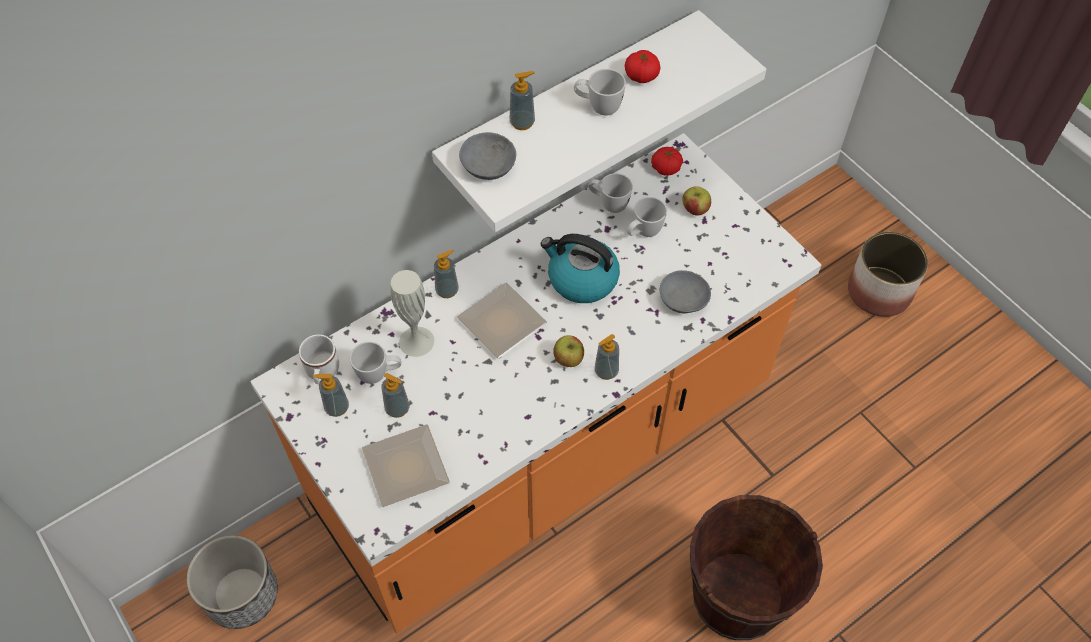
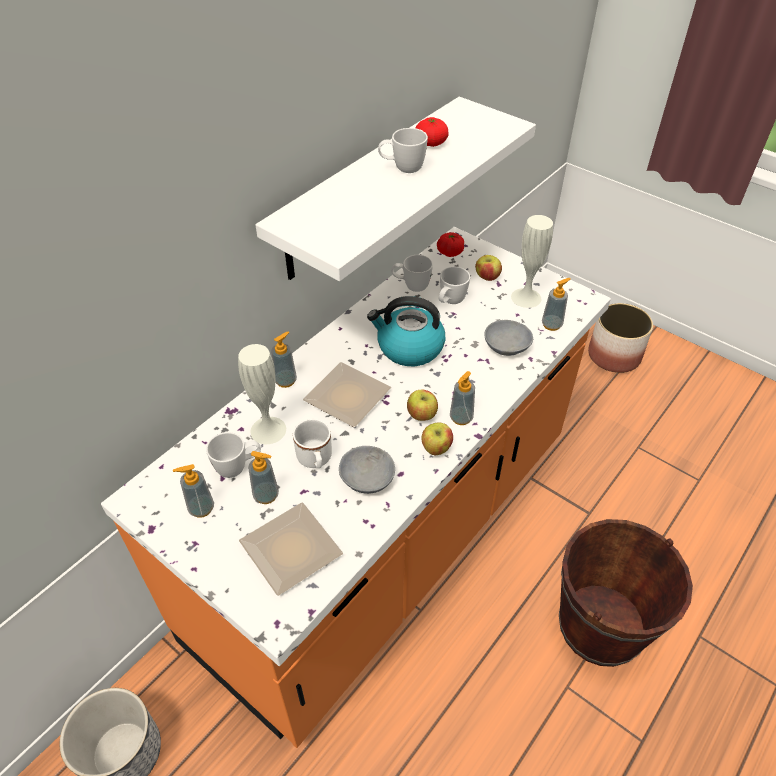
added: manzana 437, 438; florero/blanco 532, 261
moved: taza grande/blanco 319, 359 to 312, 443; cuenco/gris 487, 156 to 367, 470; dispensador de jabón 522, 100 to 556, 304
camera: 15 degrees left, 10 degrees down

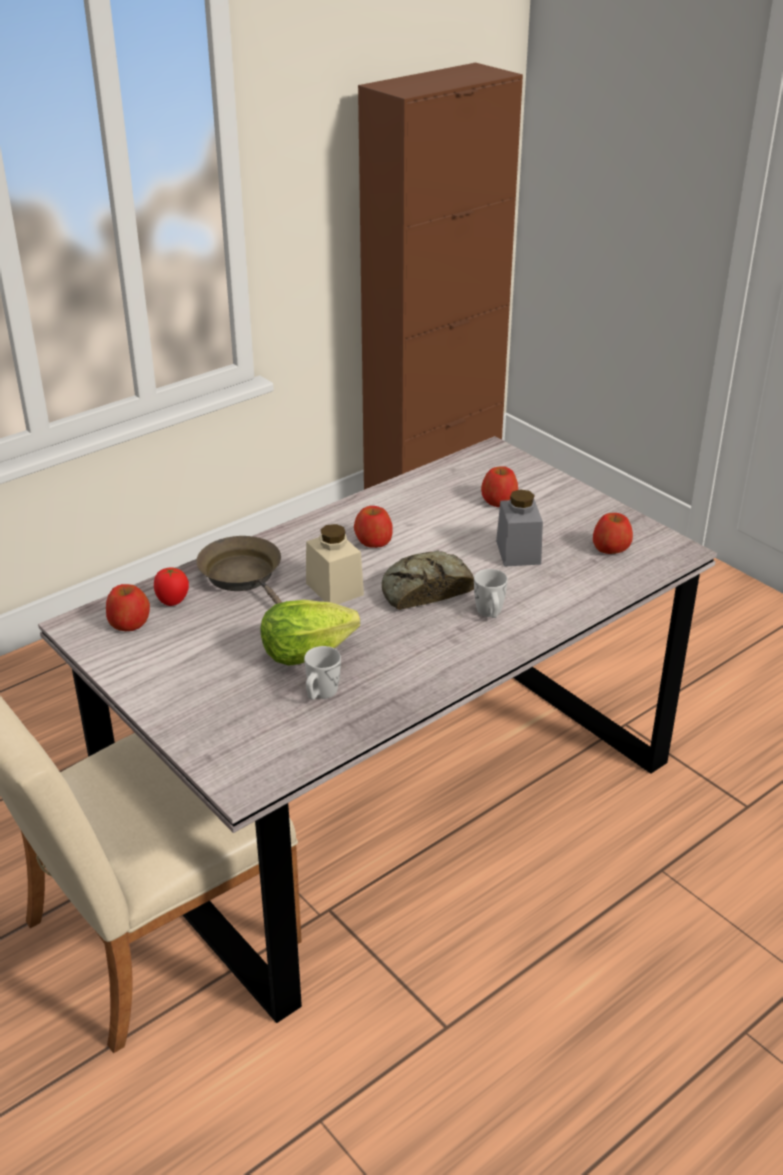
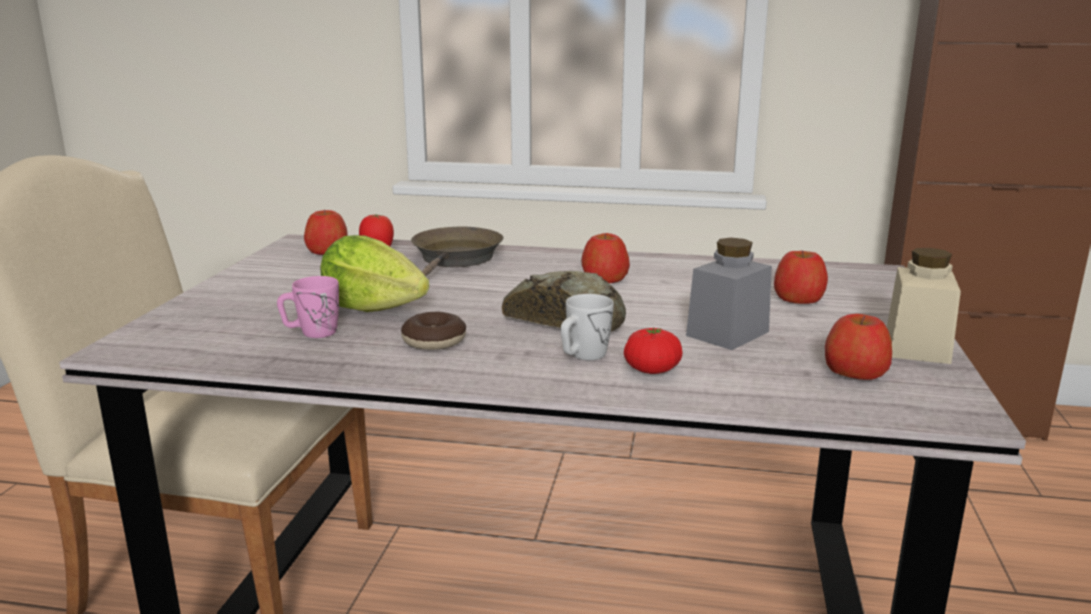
added: rosquilla 433, 331; tomate 653, 350
moved: tarro/beis 335, 564 to 924, 306
recoloured: taza grande/blanco 322, 673 to taza grande/rosa 308, 307
camera: 50 degrees right, 15 degrees down

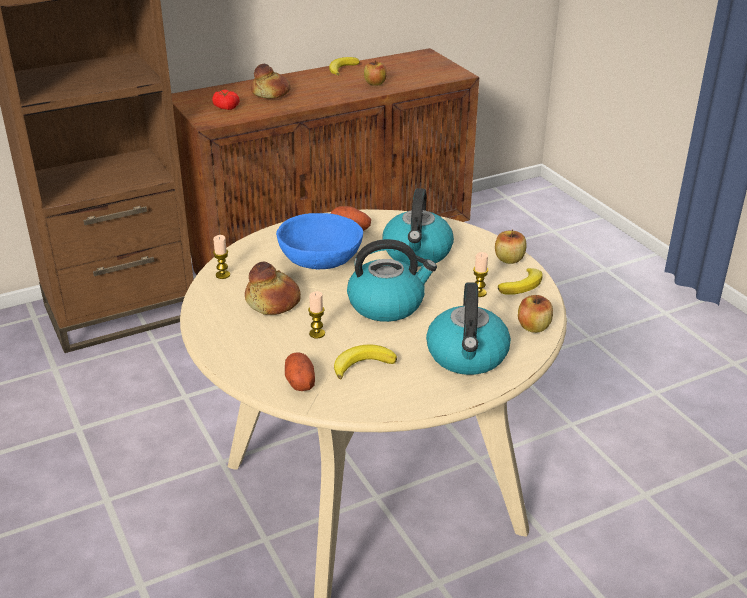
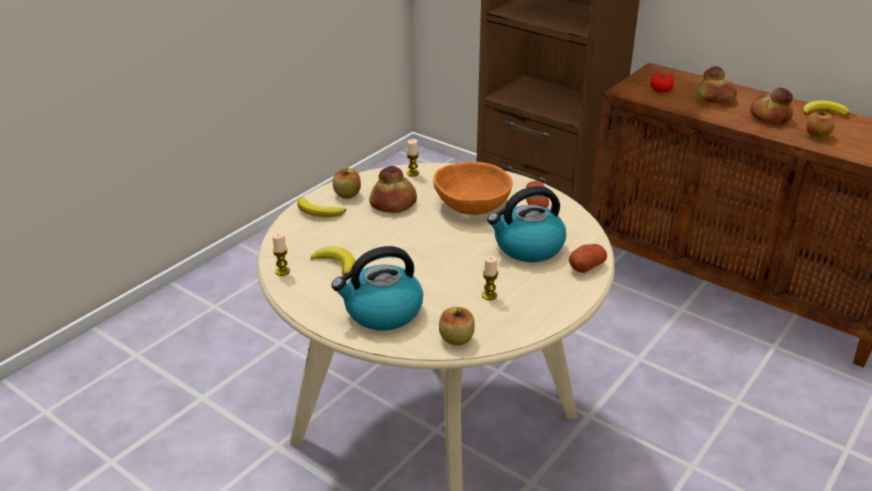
removed: hervidor 392, 280
added: pan 771, 106
moved: patata 300, 371 to 588, 258; vela 316, 314 to 281, 254; manzana 511, 246 to 347, 183; plátano 520, 281 to 322, 207
recoloured: cuenco/azul 319, 241 to cuenco/naranja 473, 188
camera: 65 degrees right, 0 degrees up

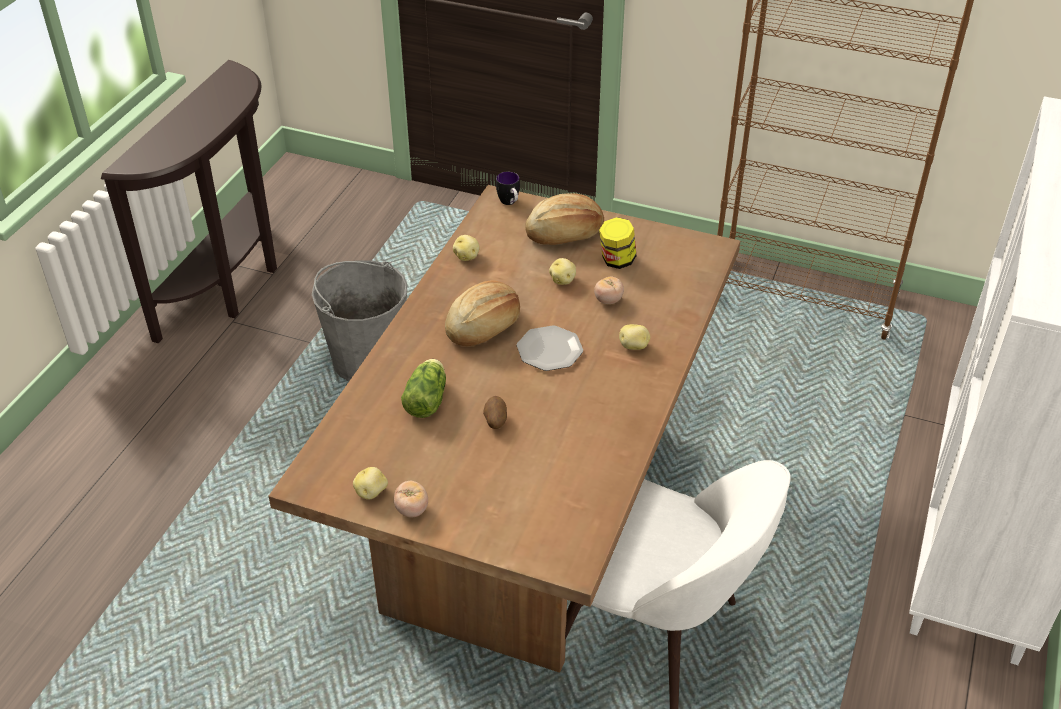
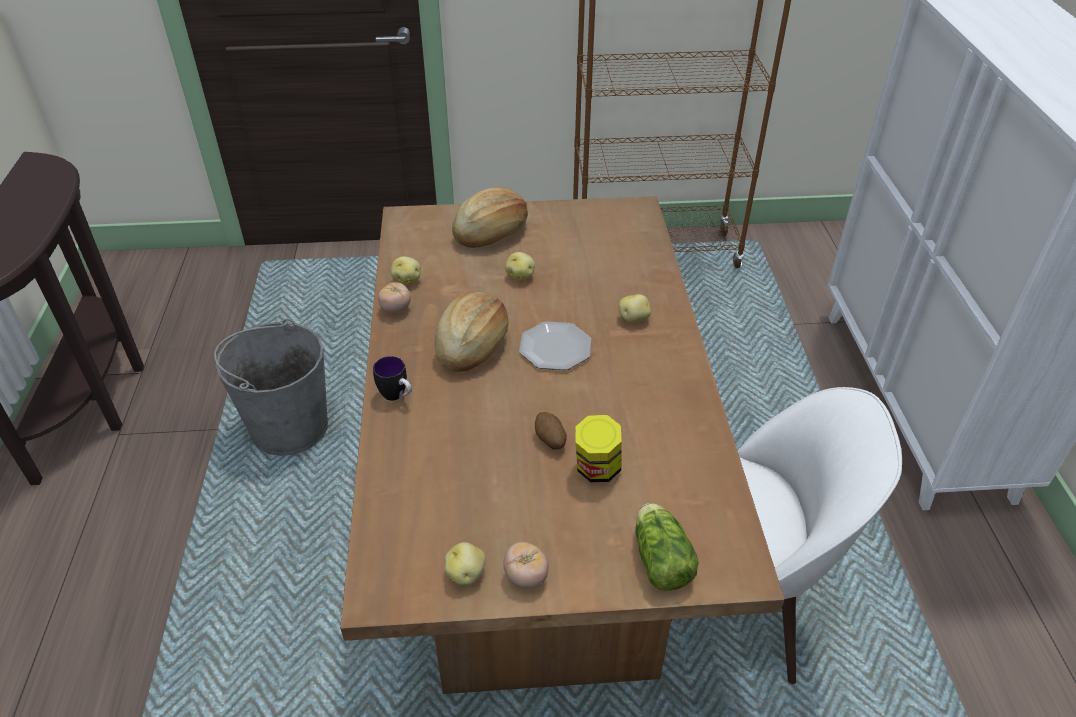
moved: lechuga 423, 388 to 667, 547; taza grande 508, 188 to 392, 378; tomate 609, 290 to 394, 297; tarro 617, 243 to 598, 448
camera: 25 degrees left, 0 degrees up

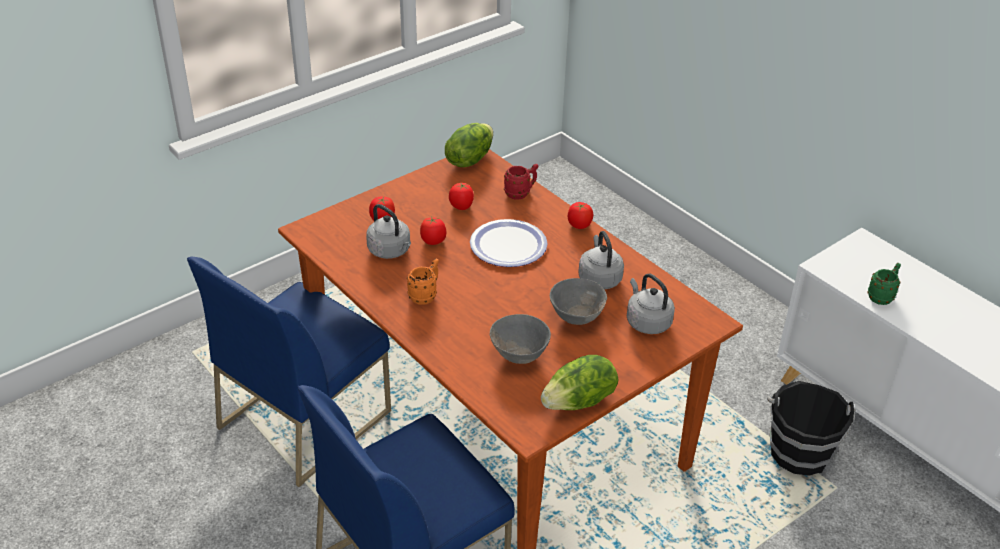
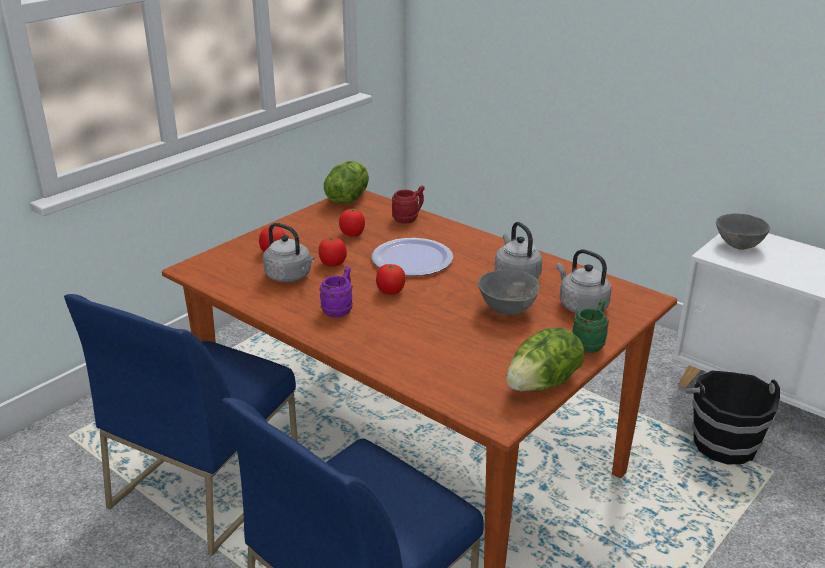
moved: cuenco/gris 520, 339 to 743, 231; tomate 580, 215 to 391, 279; taza grande/verde 884, 284 to 591, 326
recoloured: taza grande/naranja 423, 282 to taza grande/morado 336, 292
camera: 10 degrees left, 10 degrees down

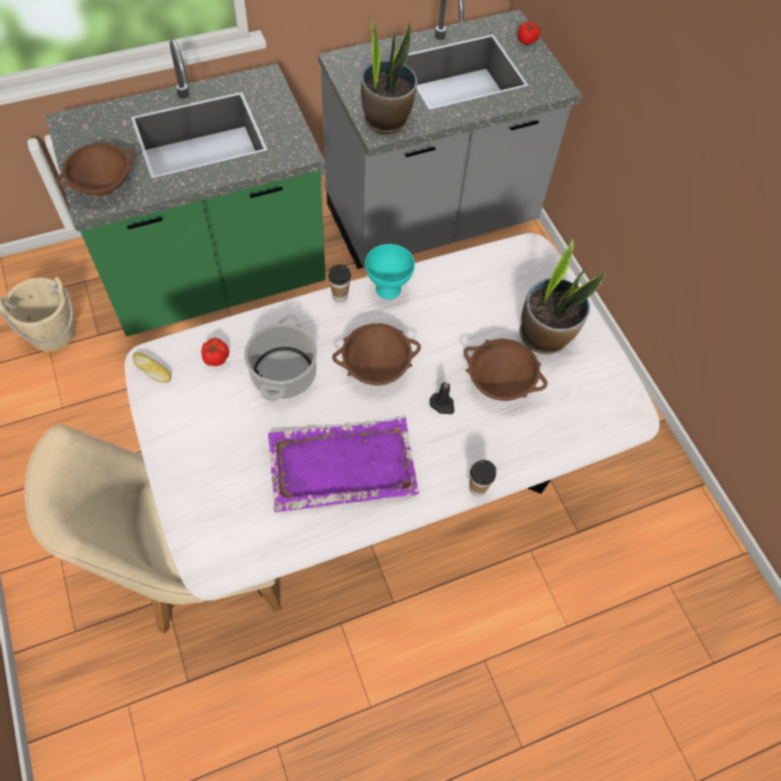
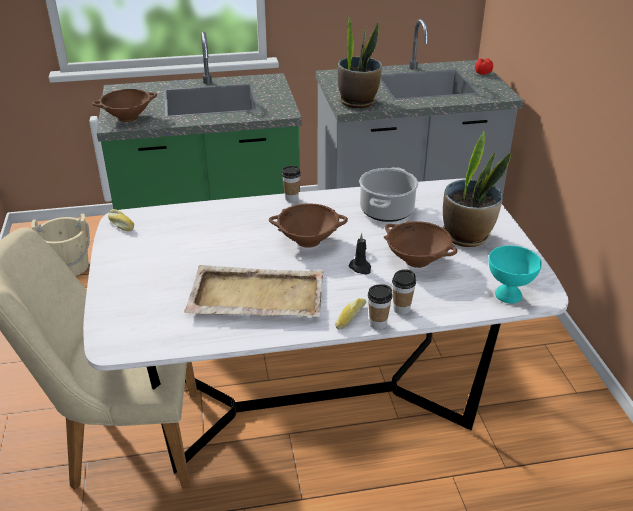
removed: tomate 215, 352
added: pan 350, 314; taza 404, 292
moved: olla 280, 358 to 388, 194; cuenco/turquesa 390, 271 to 515, 274
recoloured: bandeja/morado 343, 464 to bandeja/beis 254, 291
camera: 15 degrees right, 25 degrees down

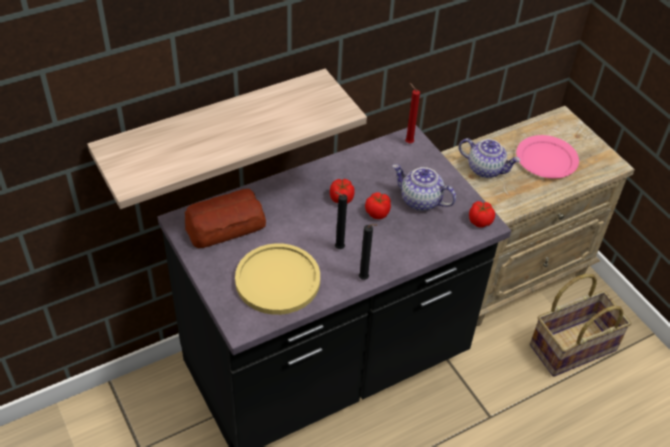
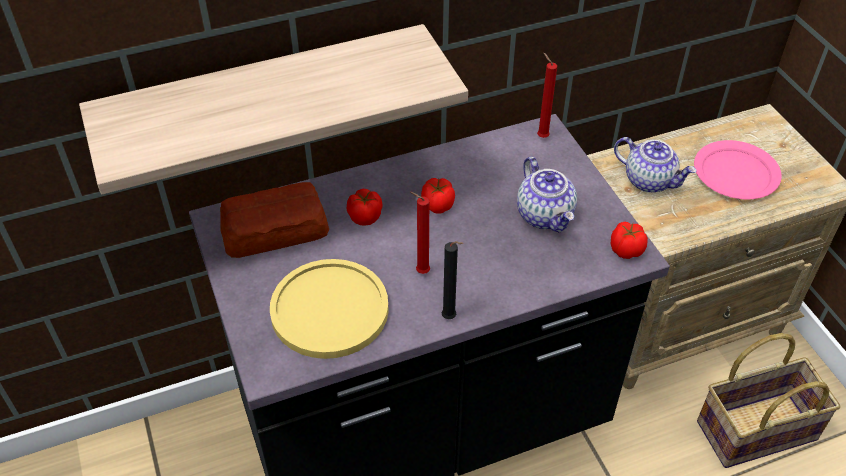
moved: tomate 378, 205 to 364, 207
recoloured: vela/negro 340, 220 to vela/rojo 420, 233
turned: tetera 424, 187 = 547, 195 150 degrees counterclockwise
camera: 10 degrees right, 0 degrees up

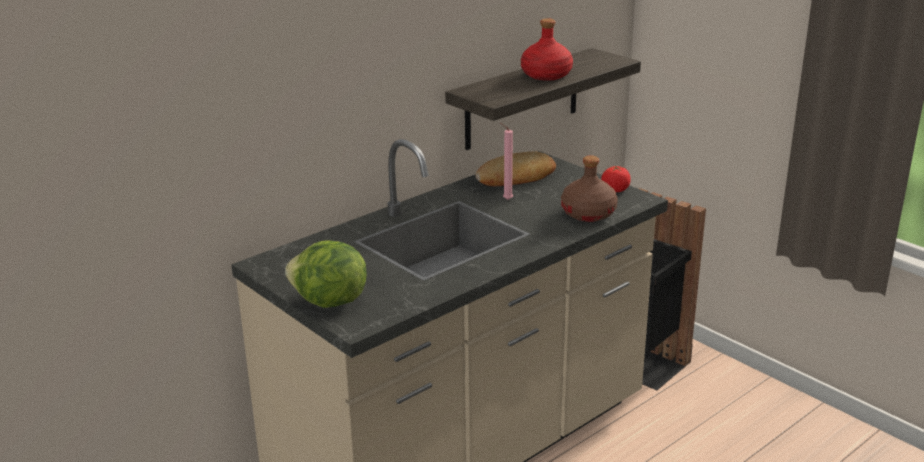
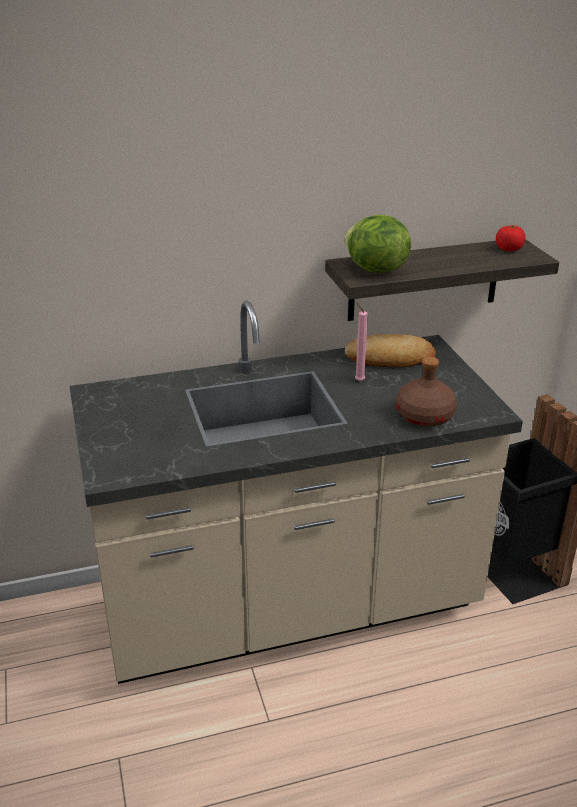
removed: botella/rojo 547, 49
moved: lechuga 326, 274 to 377, 244; tomate 616, 178 to 511, 238
camera: 25 degrees right, 5 degrees up

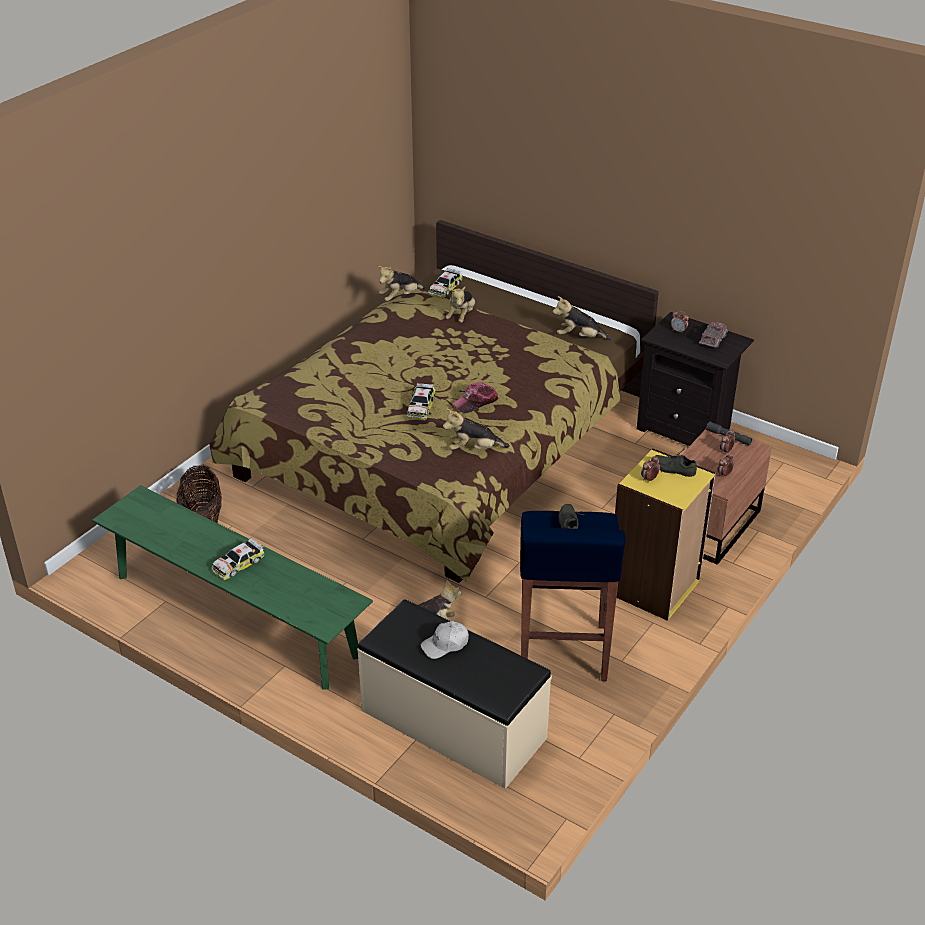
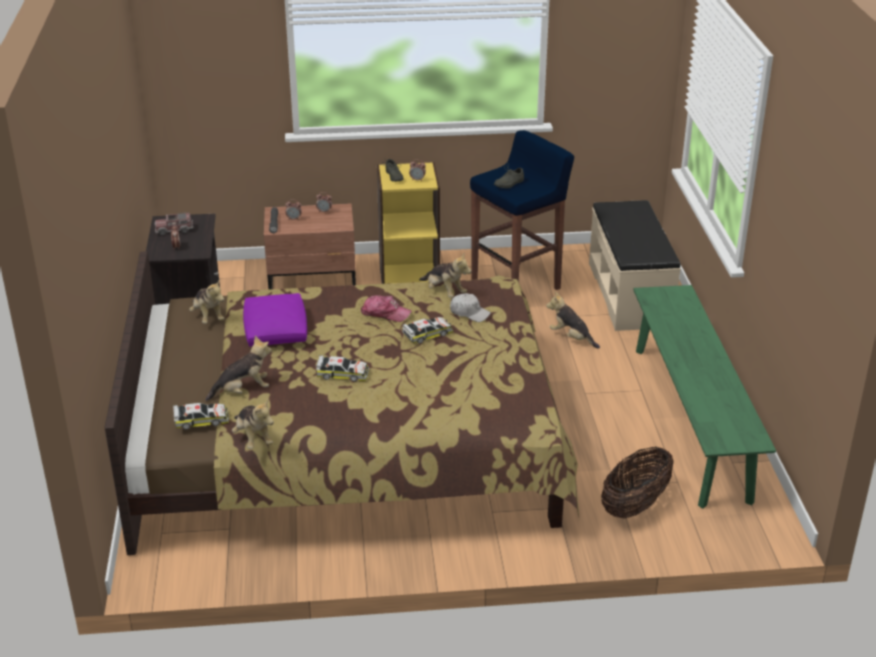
added: cojín/morado 275, 319
moved: coche de juguete 238, 559 to 342, 368; gorra/blanco 445, 640 to 470, 307
turned: peluche 401, 283 = 253, 424 45 degrees clockwise
camera: 130 degrees left, 5 degrees down

